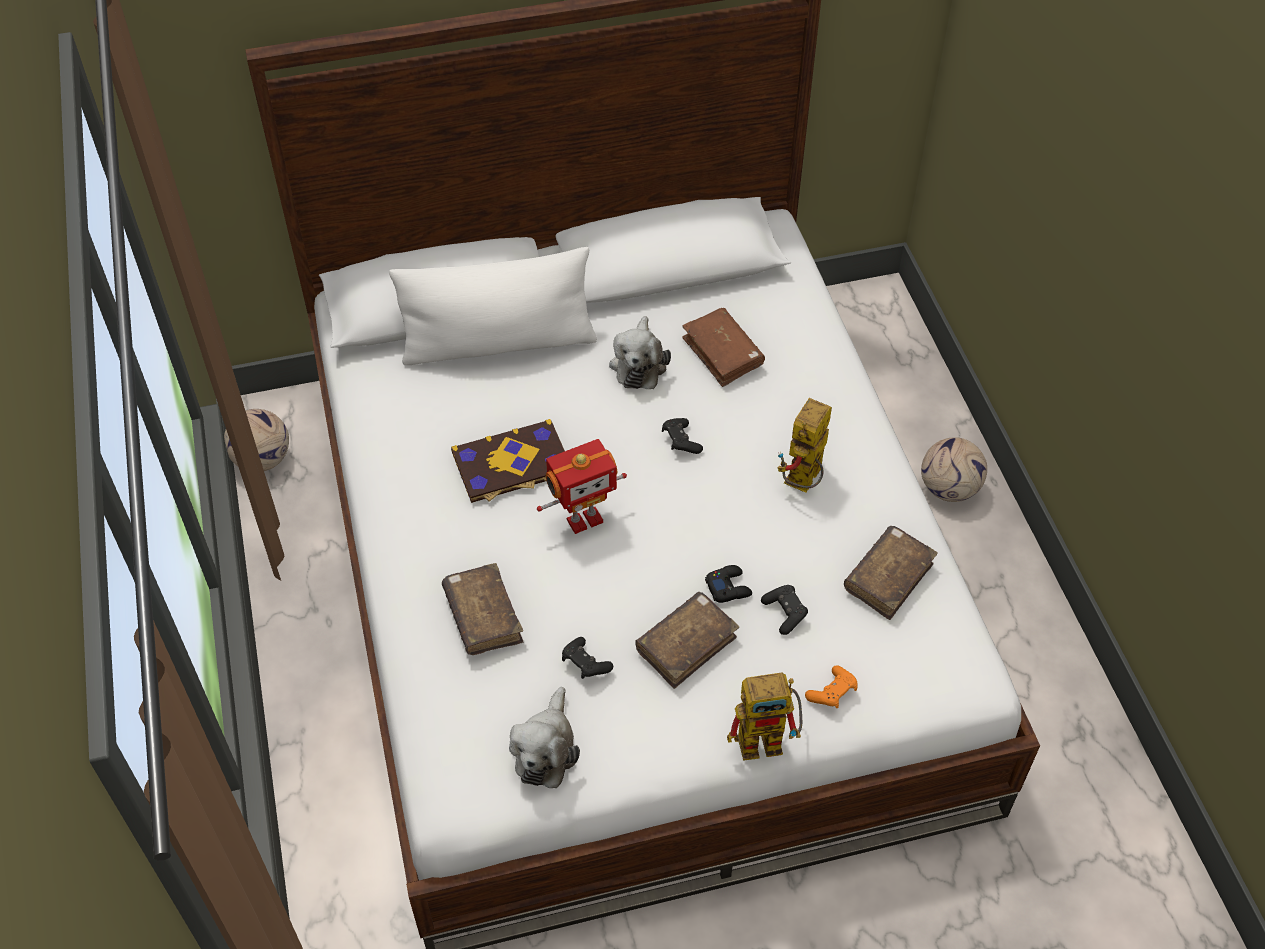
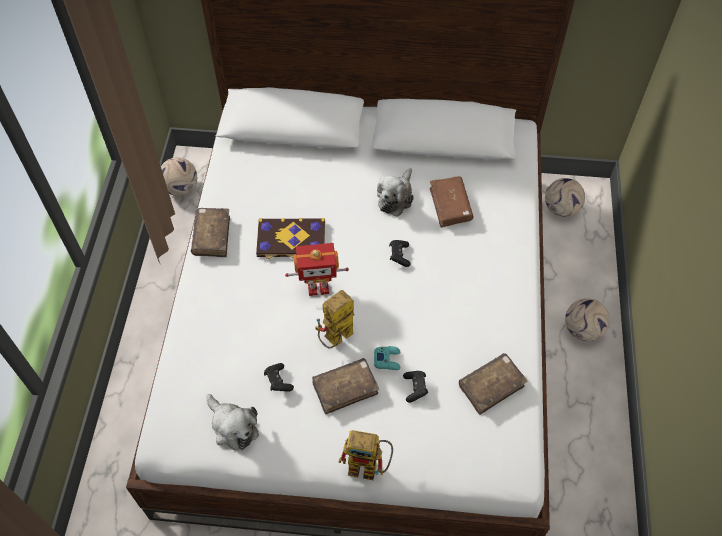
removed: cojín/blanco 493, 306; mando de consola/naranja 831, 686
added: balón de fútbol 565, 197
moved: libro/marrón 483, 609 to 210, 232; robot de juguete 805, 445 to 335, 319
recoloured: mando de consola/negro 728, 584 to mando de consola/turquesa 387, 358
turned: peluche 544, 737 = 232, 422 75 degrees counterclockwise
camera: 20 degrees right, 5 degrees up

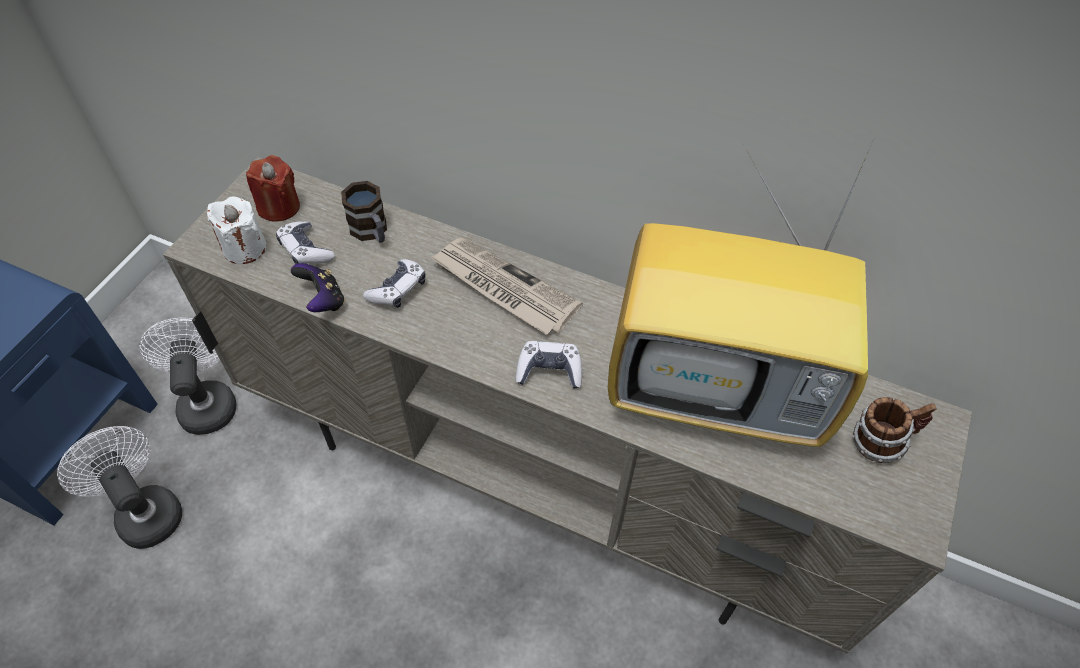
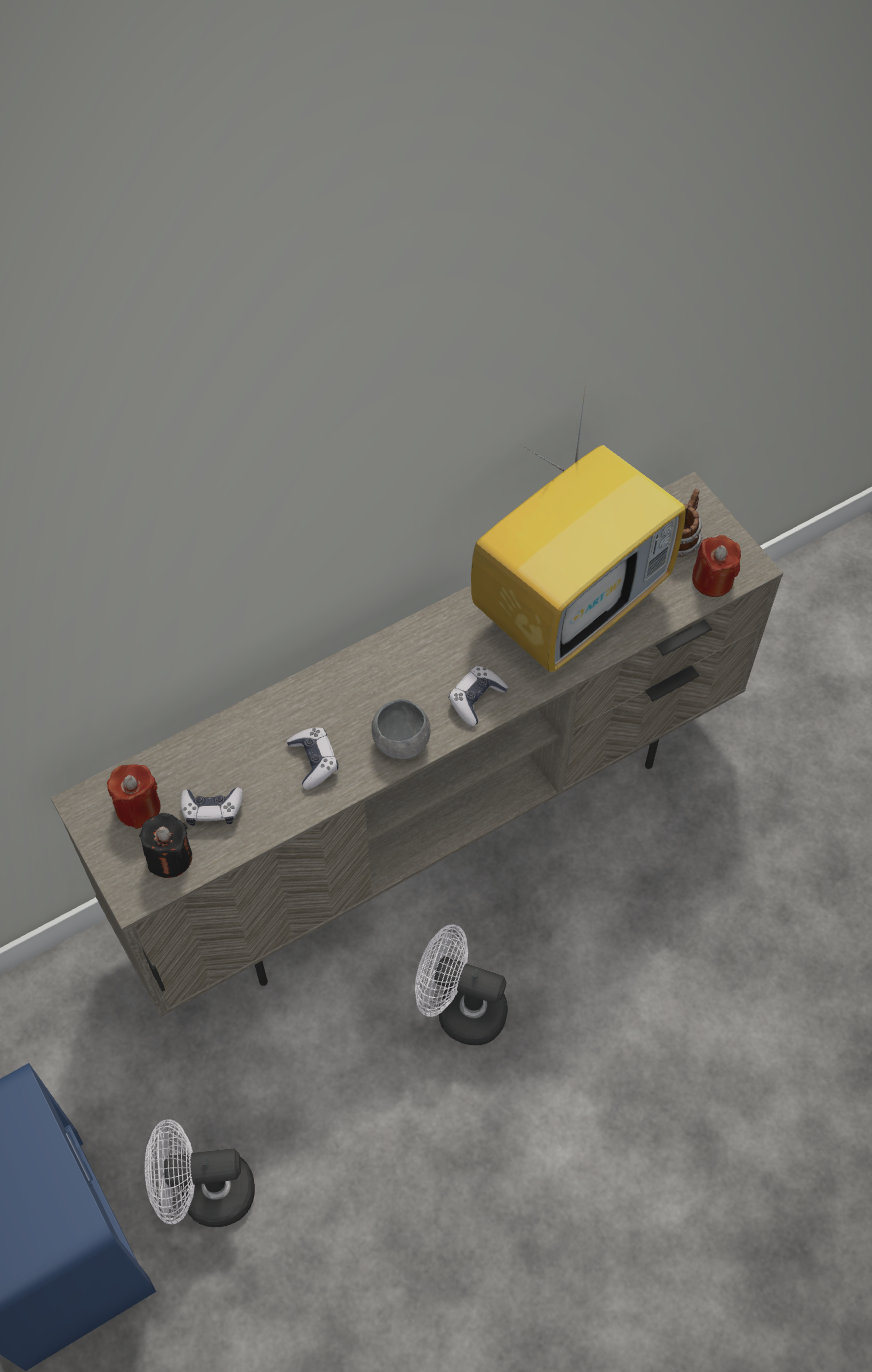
removed: mando de consola 318, 287; taza grande 364, 212; periódico 506, 286
added: cuenco/gris 401, 729; vela/rojo 716, 566
moved: ventilador/blanco 187, 376 to 461, 984
recoloured: vela/blanco 236, 230 to vela/negro 165, 845
camera: 55 degrees left, 5 degrees up

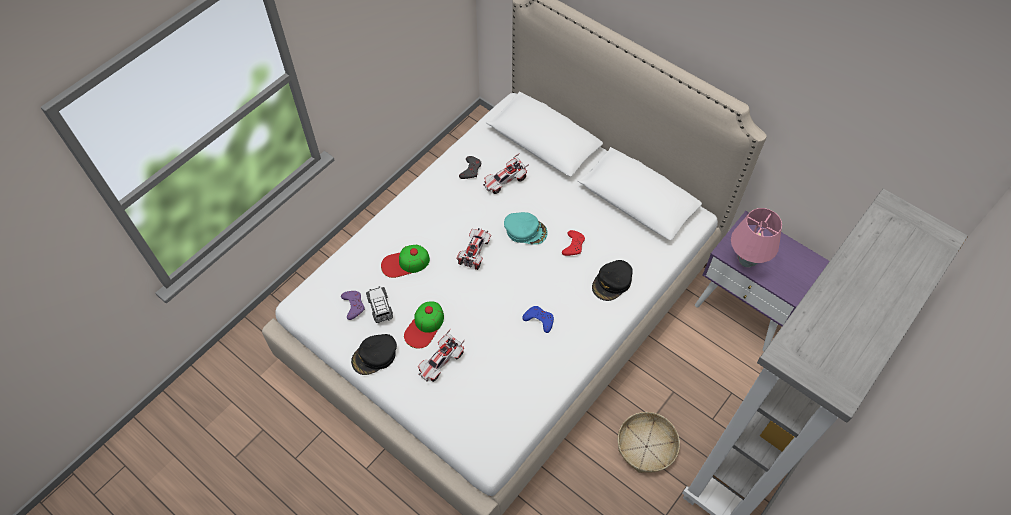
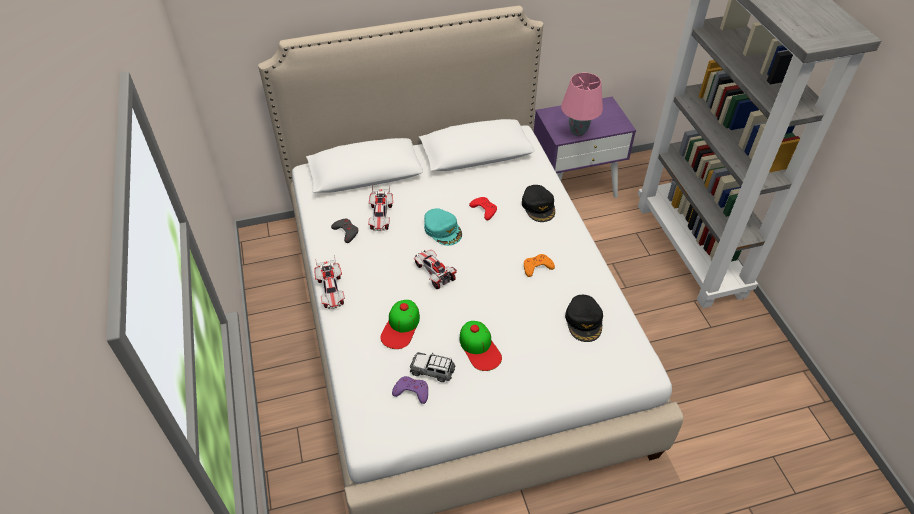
removed: cesta 649, 442
moved: gorra/negro 374, 354 to 584, 318; coche de juguete 441, 355 to 329, 282
recoloured: mando de consola/azul 538, 319 to mando de consola/naranja 539, 265
turned: gorra/turquesa 526, 228 = 443, 227 90 degrees clockwise
camera: 55 degrees left, 10 degrees down

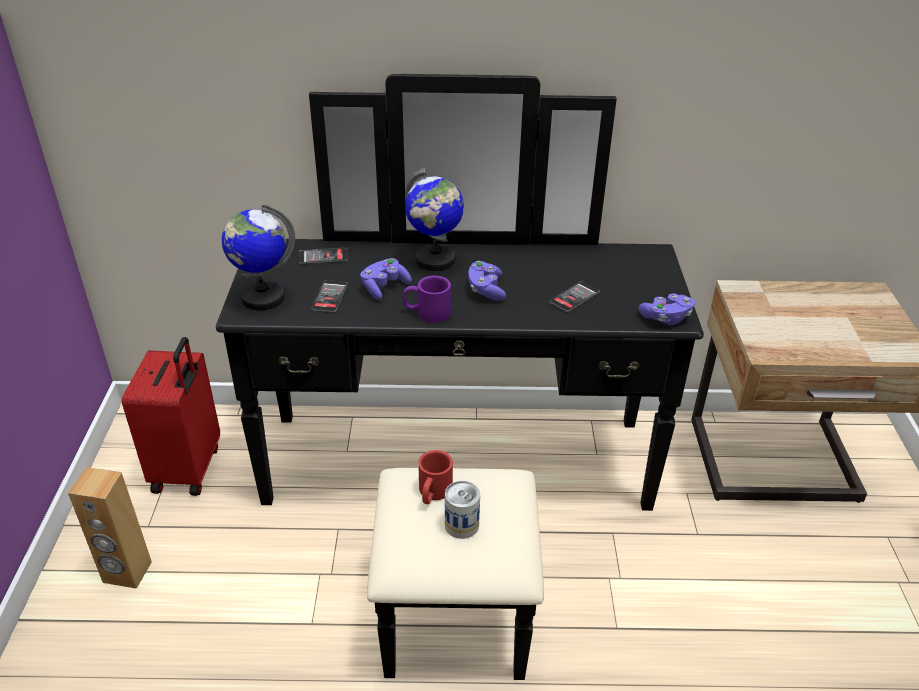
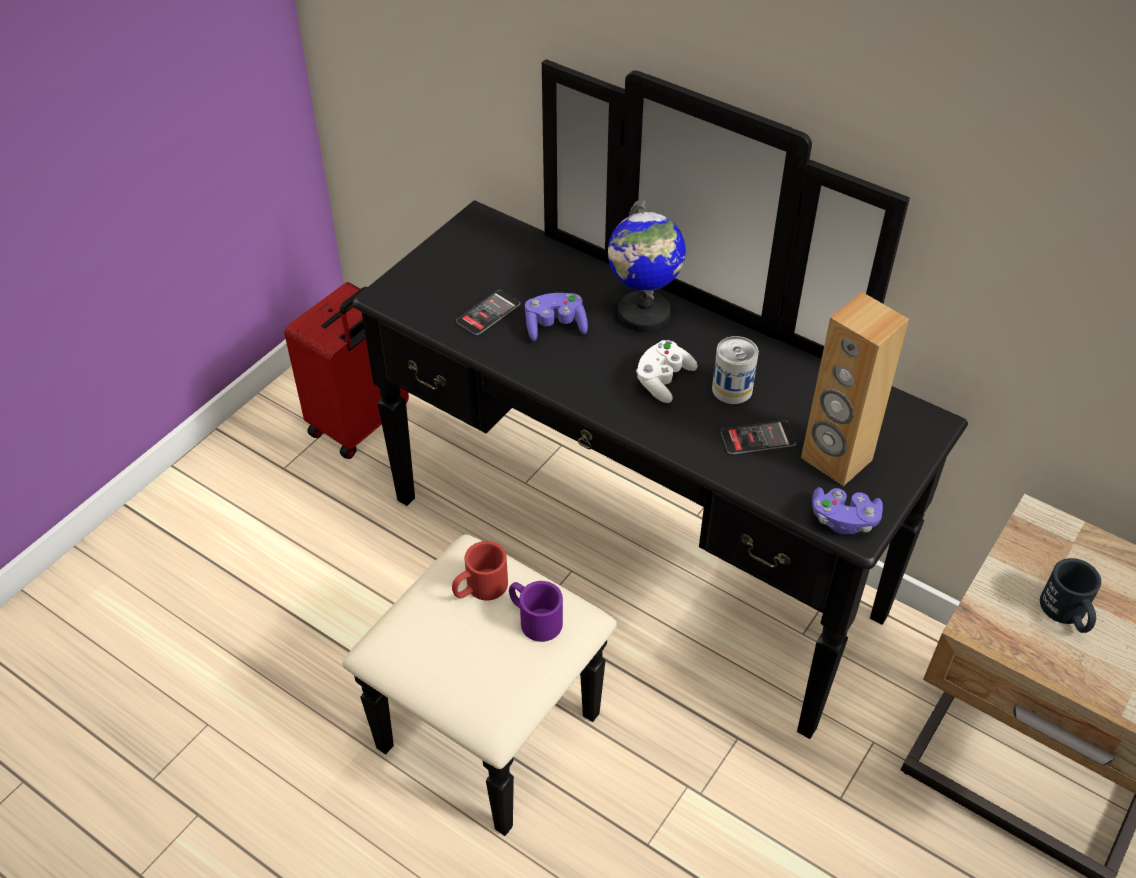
removed: globo terráqueo 258, 257; móvil 323, 256
added: taza grande/negro 1070, 595
moved: altavoz/marrón 110, 528 to 855, 389; taza grande/morado 427, 299 to 536, 611; lata 462, 510 to 735, 370
recoloured: mando de consola/morado 487, 281 to mando de consola/blanco 667, 371
camera: 35 degrees right, 10 degrees up

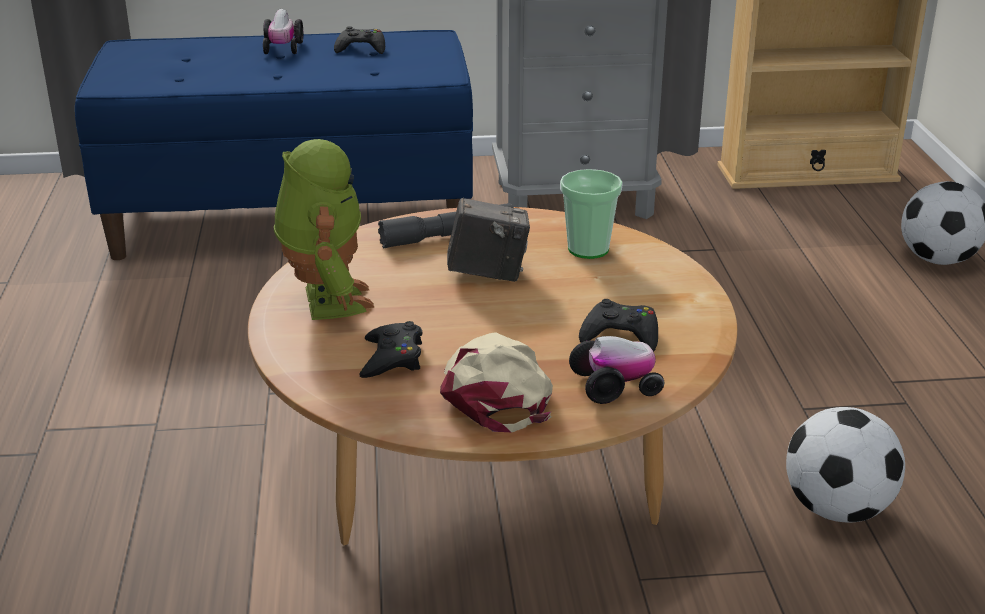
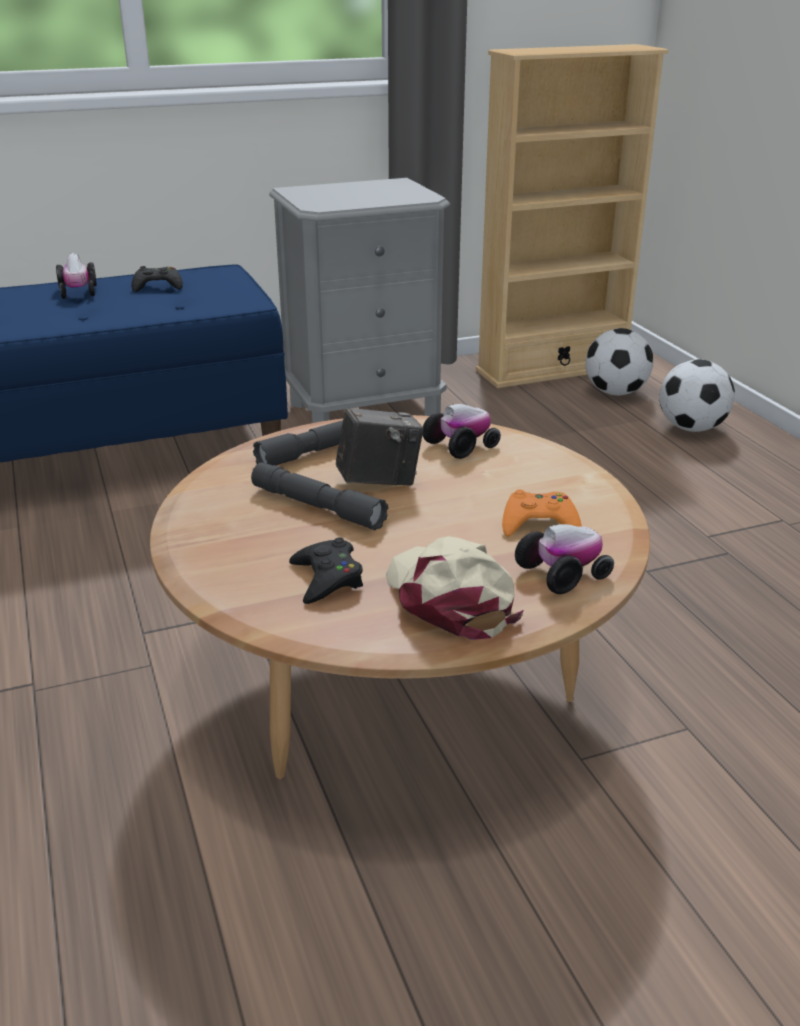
removed: robot de juguete 324, 229
added: linterna/gris 319, 496
moved: balón de fútbol 845, 465 to 619, 362
replaced: taza 591, 214 to coche de juguete 462, 431
recoloured: mando de consola/negro 618, 325 to mando de consola/naranja 542, 513
camera: 15 degrees left, 0 degrees up

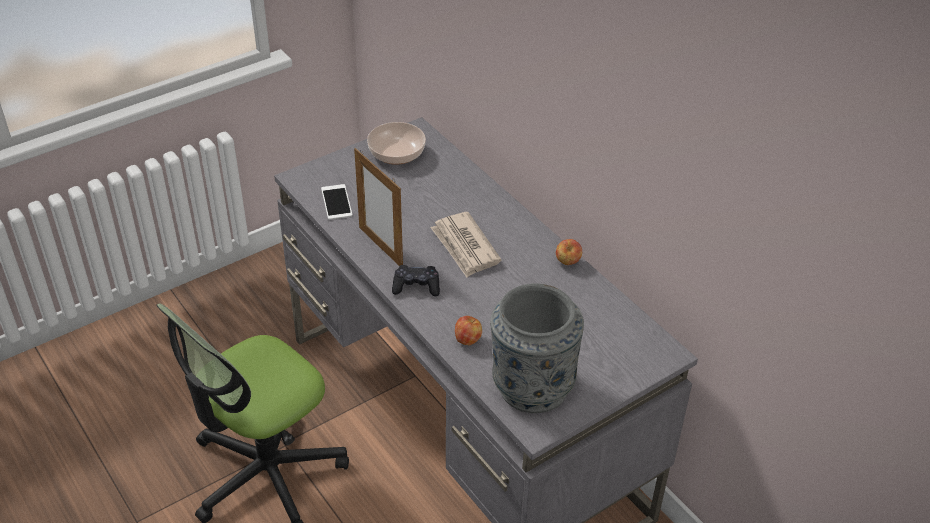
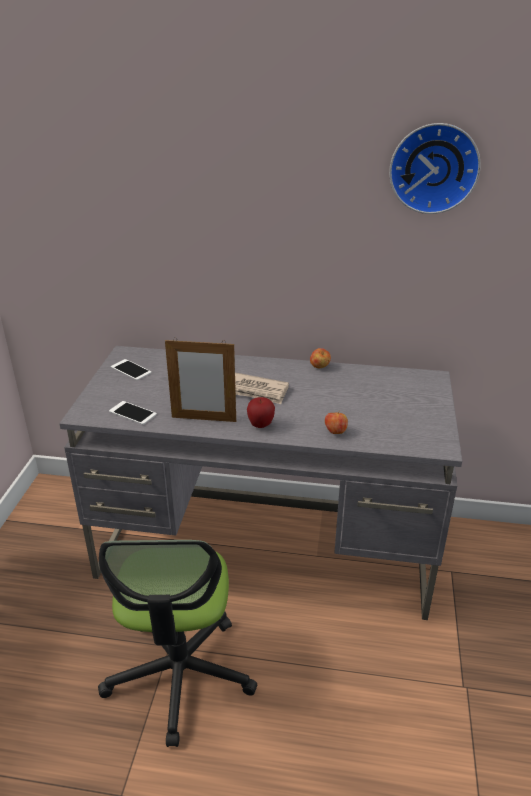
removed: florero/gris 537, 348
added: reloj de pared 435, 168
replaced: cuenco 396, 143 to móvil 131, 369; mando de consola/negro 416, 280 to manzana 261, 412
camera: 45 degrees left, 10 degrees down

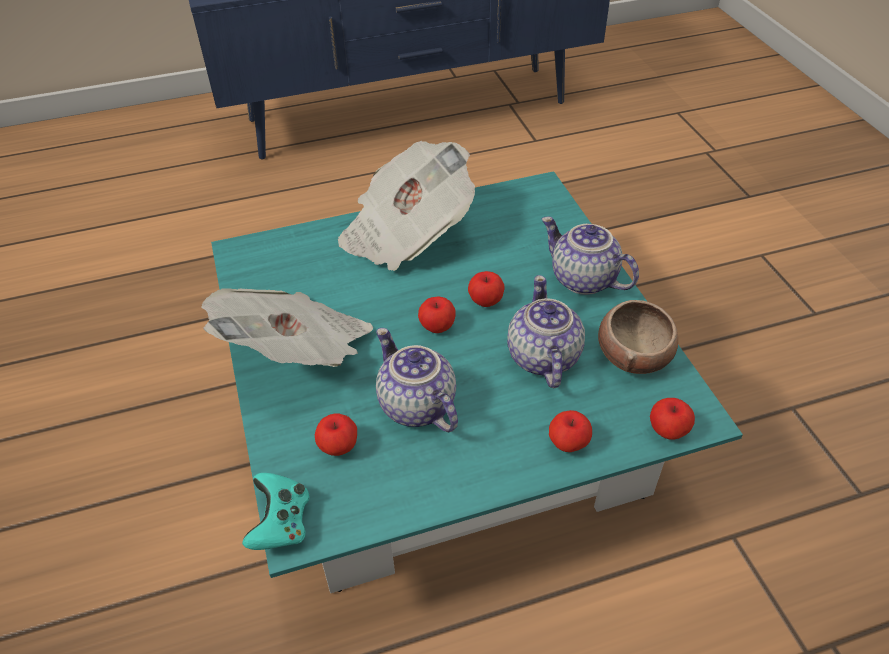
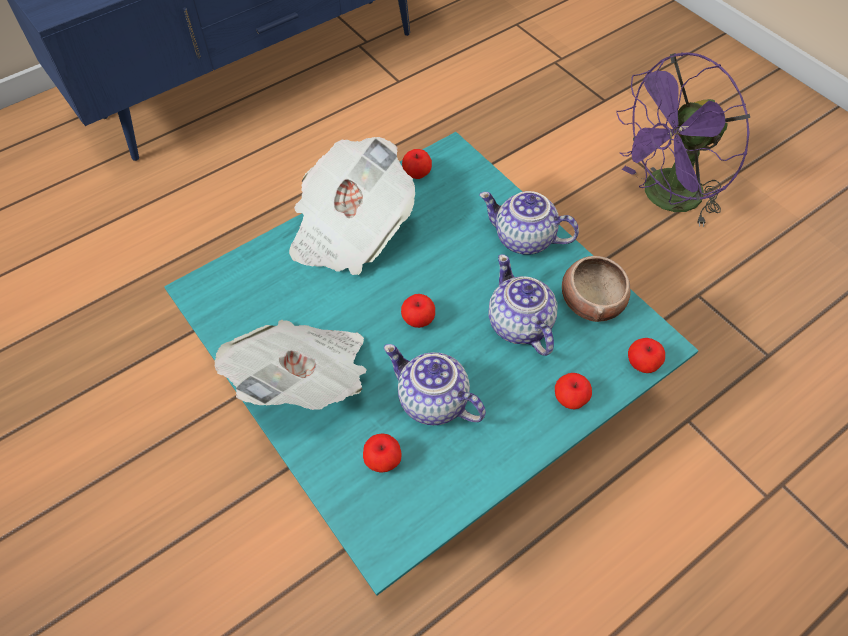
removed: mando de consola/turquesa 275, 511
added: ventilador/morado 683, 139
moved: manzana 486, 289 to 417, 164
camera: 20 degrees left, 10 degrees up

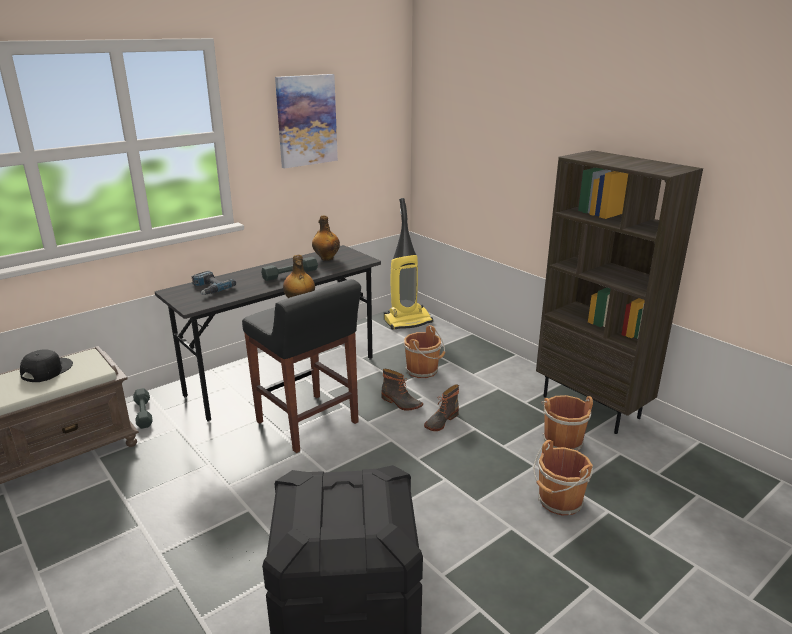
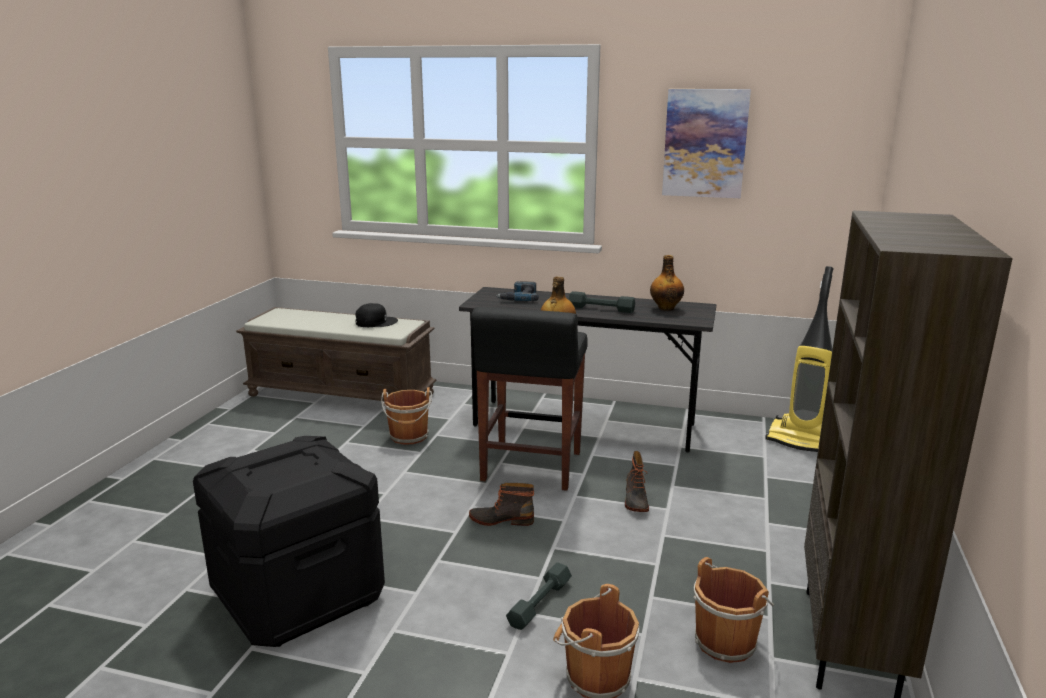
moved: mancuerna/gris 143, 408 to 539, 596; cubo/marrón 424, 351 to 406, 416; bota 441, 407 to 501, 504
camera: 55 degrees right, 5 degrees down

